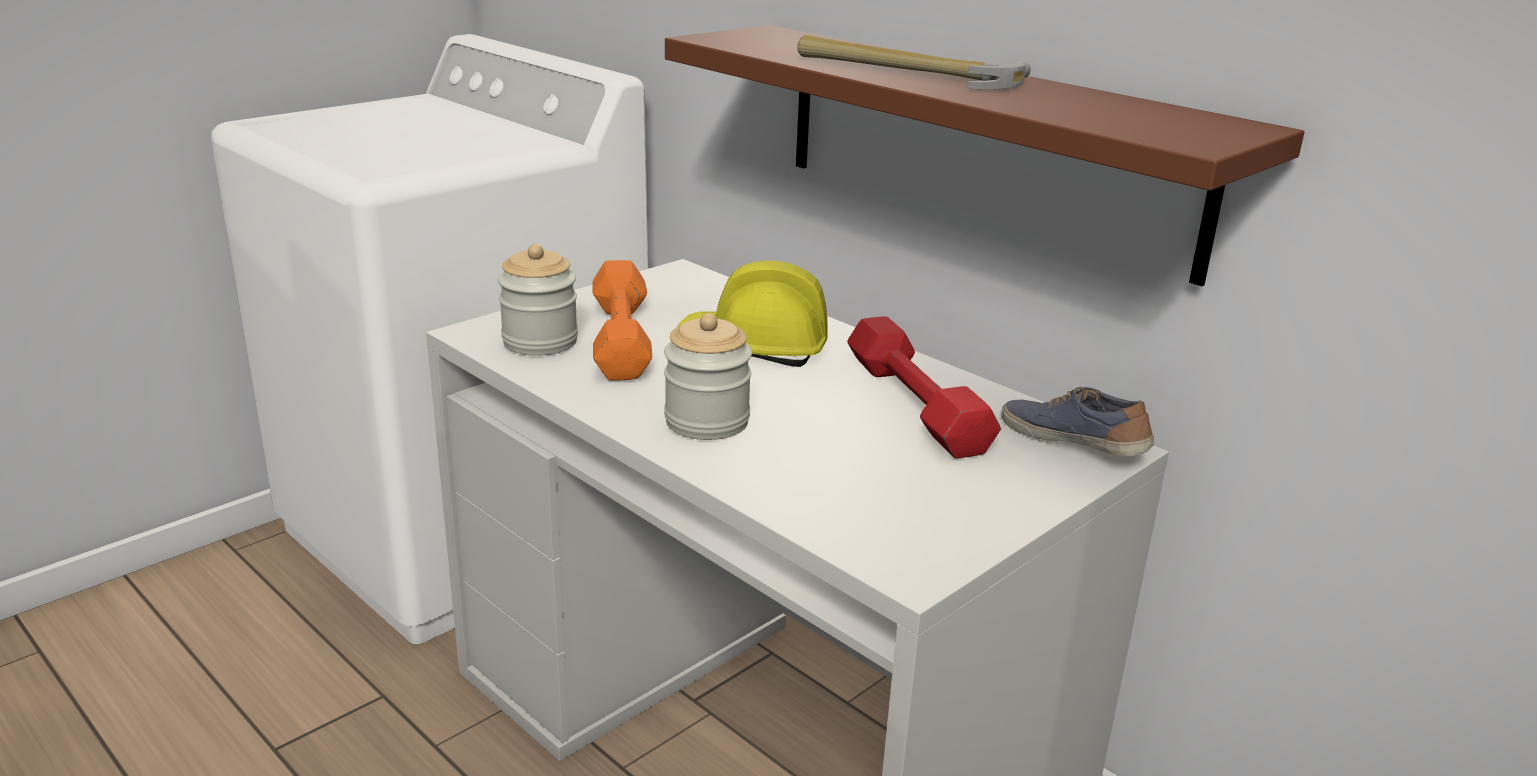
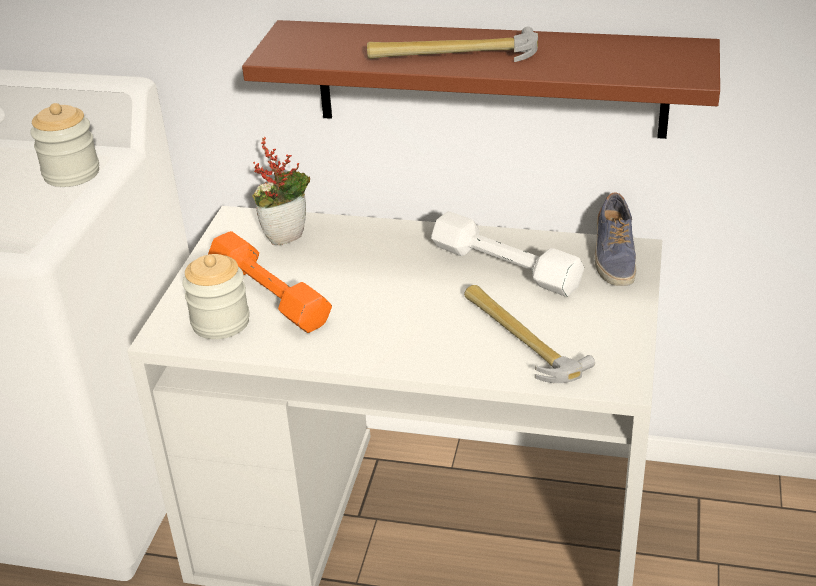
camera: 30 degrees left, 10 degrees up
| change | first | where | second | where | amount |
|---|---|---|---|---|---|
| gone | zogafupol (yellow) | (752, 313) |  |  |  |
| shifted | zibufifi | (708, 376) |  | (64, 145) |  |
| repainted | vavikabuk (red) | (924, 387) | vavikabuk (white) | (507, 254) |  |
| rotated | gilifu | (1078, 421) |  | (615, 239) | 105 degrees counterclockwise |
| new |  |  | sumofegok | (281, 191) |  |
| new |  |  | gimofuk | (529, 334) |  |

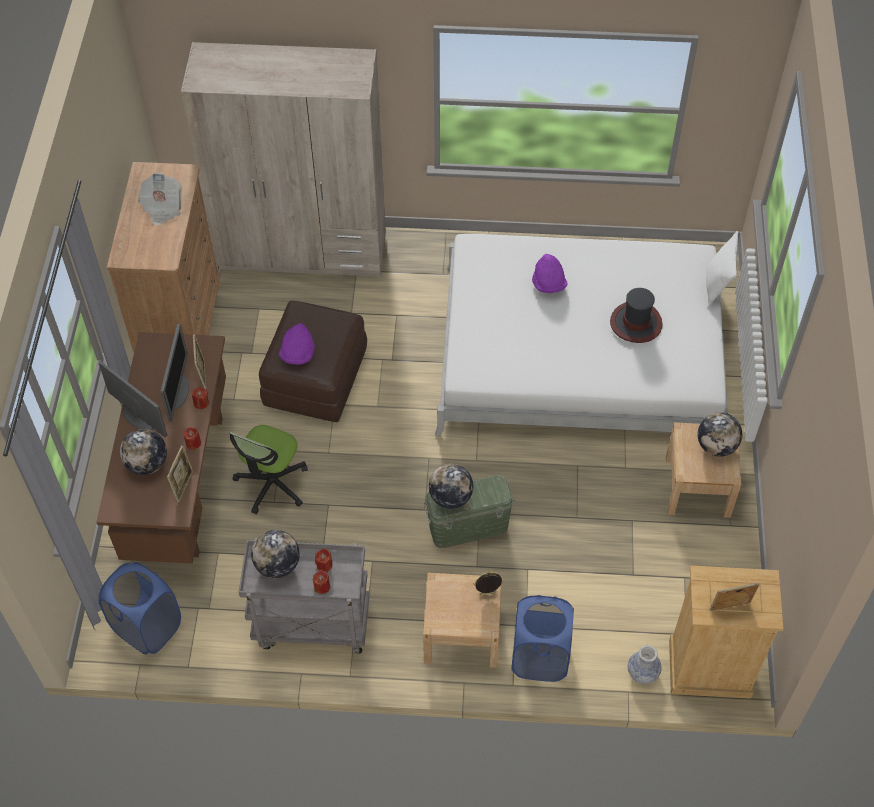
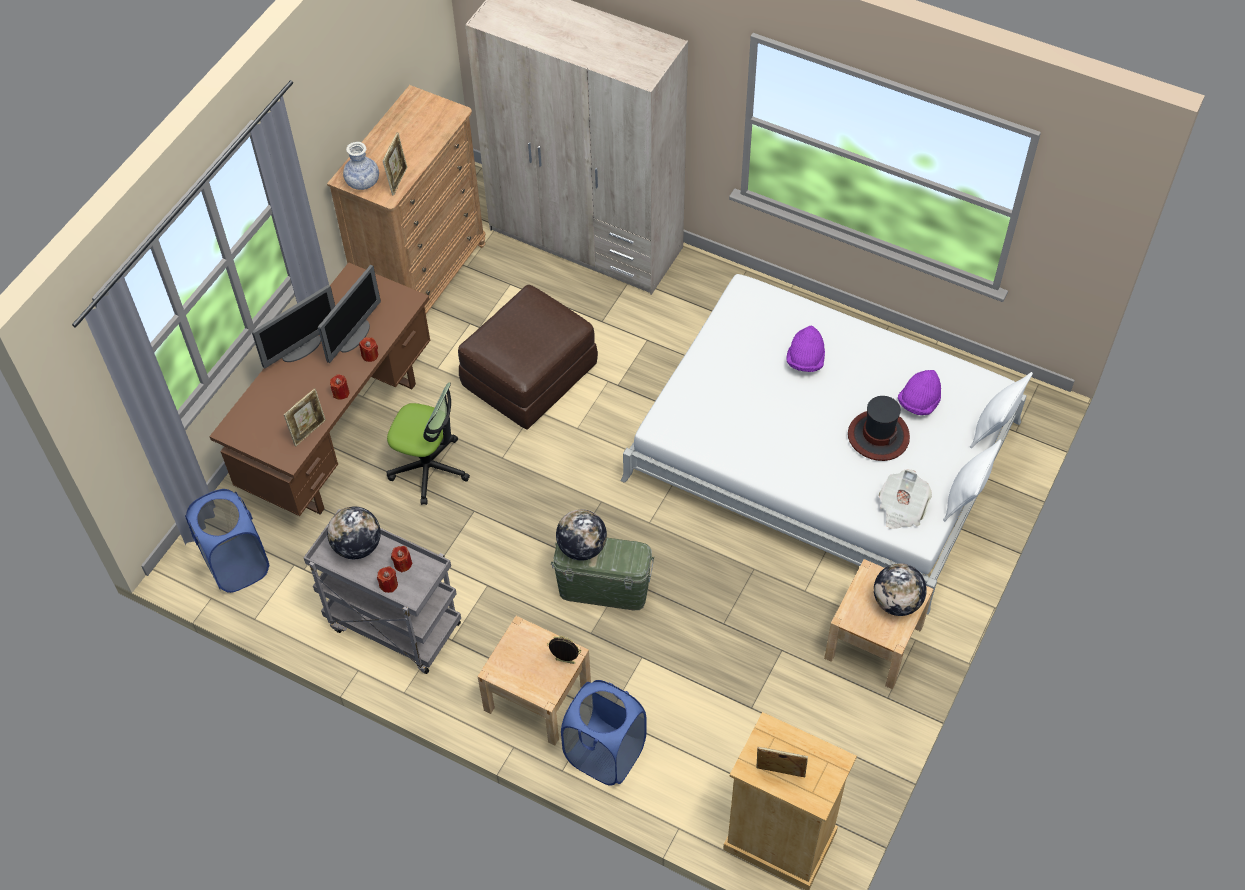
camera: 25 degrees right, 0 degrees up
| change | first | where | second | where | amount |
|---|---|---|---|---|---|
| shifted | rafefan | (160, 198) |  | (905, 499) |  |
| shifted | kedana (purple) | (297, 344) |  | (919, 392) |  |
| shifted | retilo | (199, 361) |  | (395, 164) |  |
| rotated | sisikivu | (133, 399) |  | (293, 327) | 75 degrees clockwise |
| rotated | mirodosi | (268, 469) |  | (428, 444) | 120 degrees counterclockwise |
| gone | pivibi | (143, 452) |  |  |  |
| shifted | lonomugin | (645, 664) |  | (361, 166) |  |
| new |  |  | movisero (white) | (972, 480) |  |

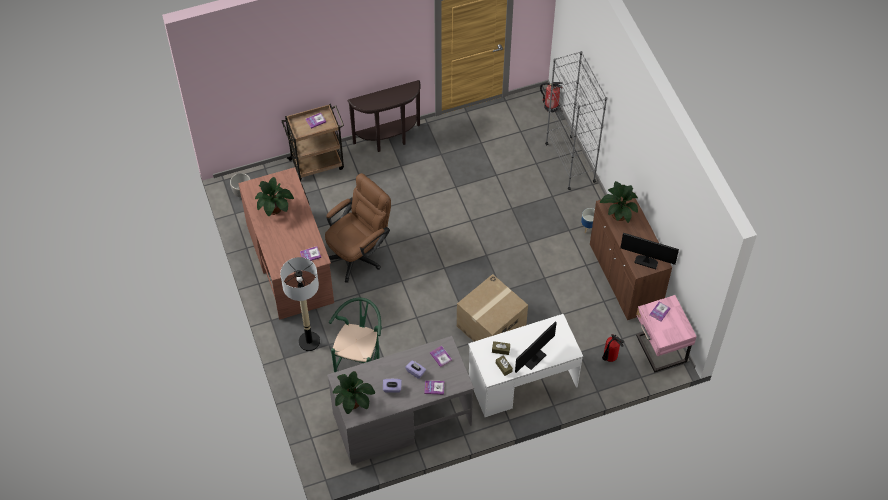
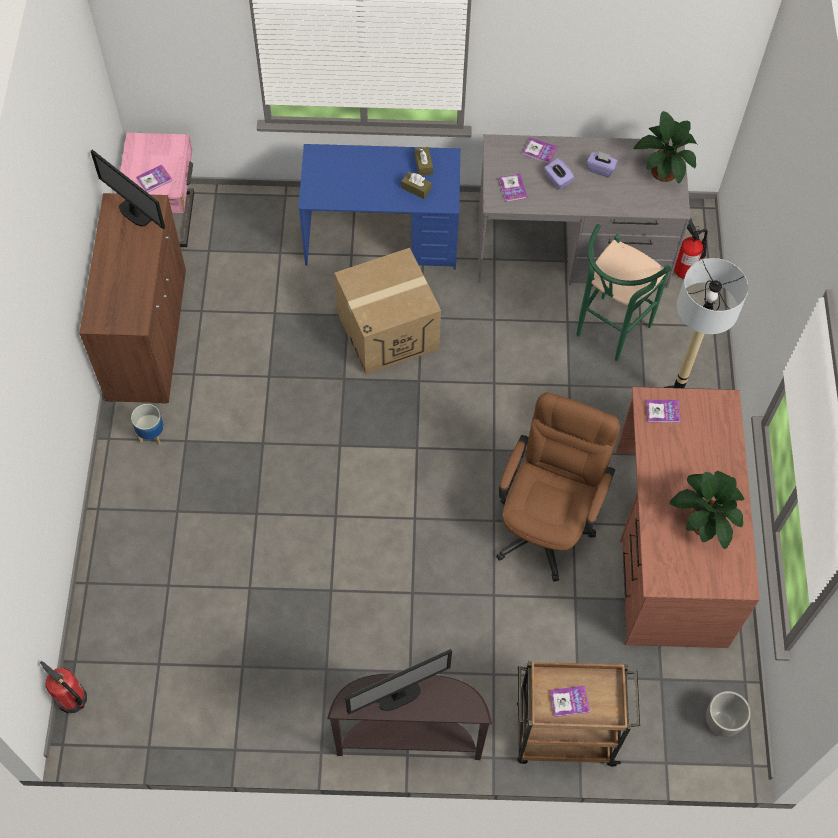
camera: 160 degrees left, 5 degrees up
| change | first | where | second | where | amount |
|---|---|---|---|---|---|
| gone | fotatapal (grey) | (576, 120) |  |  |  |
| rotated | mirodosi (brown) | (358, 228) |  | (558, 487) | 135 degrees clockwise |
| gone | sumofegok | (619, 202) |  |  |  |
| repainted | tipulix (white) | (525, 365) | tipulix (blue) | (379, 207) |  |
| shifted | sisikivu | (536, 347) |  | (398, 682) |  |
| shifted | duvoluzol | (613, 348) |  | (691, 249) |  |

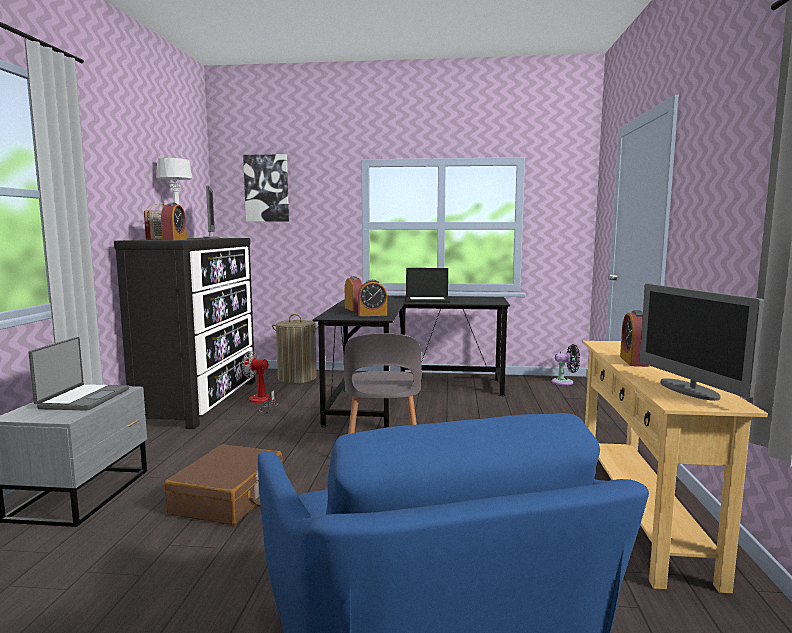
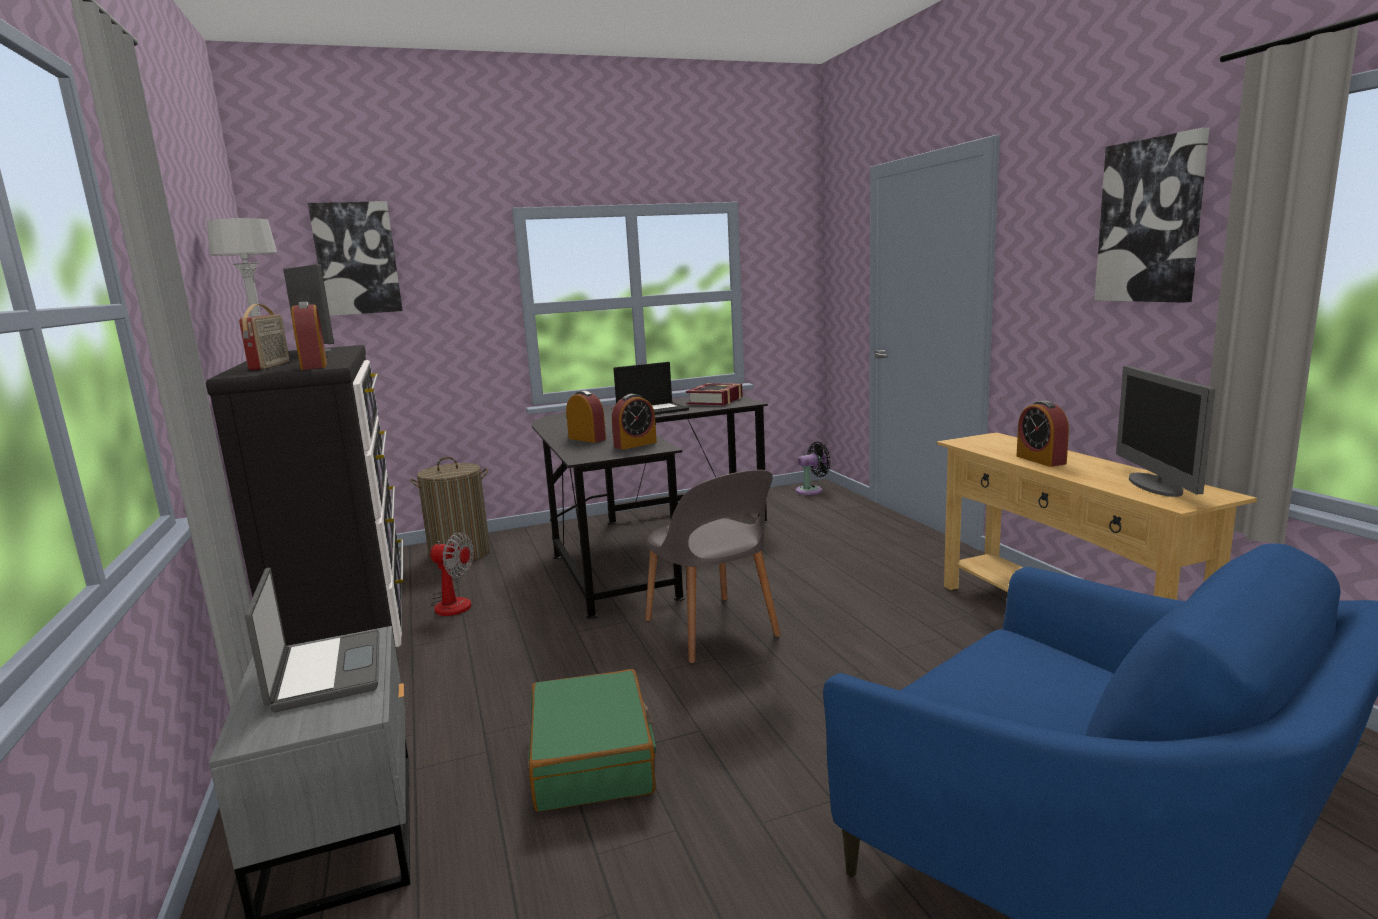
camera: 25 degrees left, 5 degrees up
| change | first | where | second | where | amount |
|---|---|---|---|---|---|
| rotated | sisikivu | (701, 342) |  | (1165, 431) | 45 degrees clockwise |
| rotated | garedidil | (260, 382) |  | (452, 574) | 150 degrees counterclockwise |
| repainted | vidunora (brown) | (223, 484) | vidunora (green) | (592, 740) |  |
| new |  |  | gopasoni | (1152, 215) |  |
| new |  |  | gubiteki | (714, 394) |  |

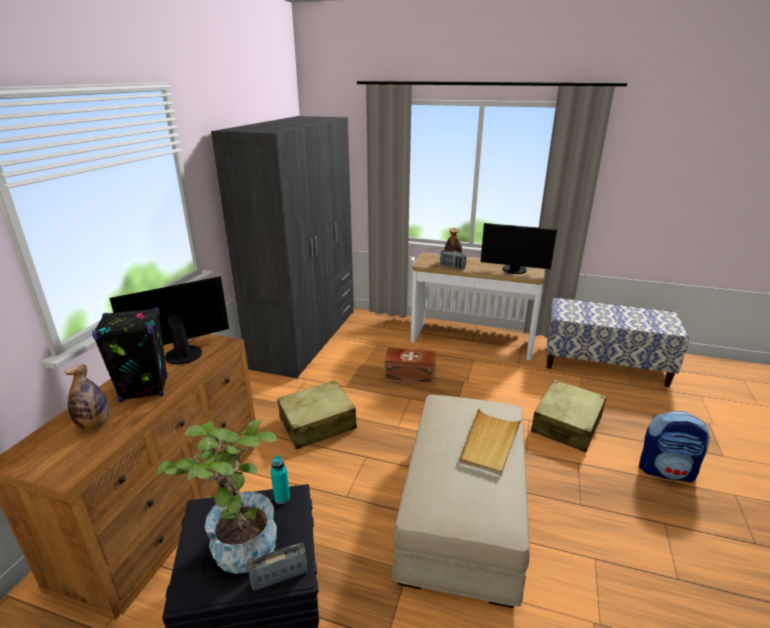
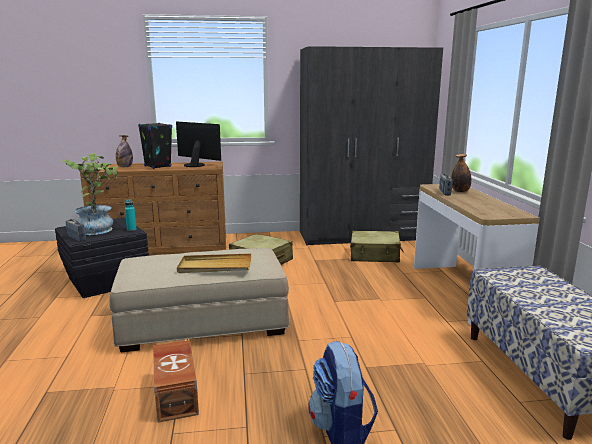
camera: 65 degrees right, 10 degrees down
| change | first | where | second | where | amount |
|---|---|---|---|---|---|
| gone | sisikivu | (519, 248) |  |  |  |
| shifted | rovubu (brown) | (410, 366) |  | (176, 381) |  |
| shifted | vidunora (beige) | (569, 415) |  | (377, 246) |  |

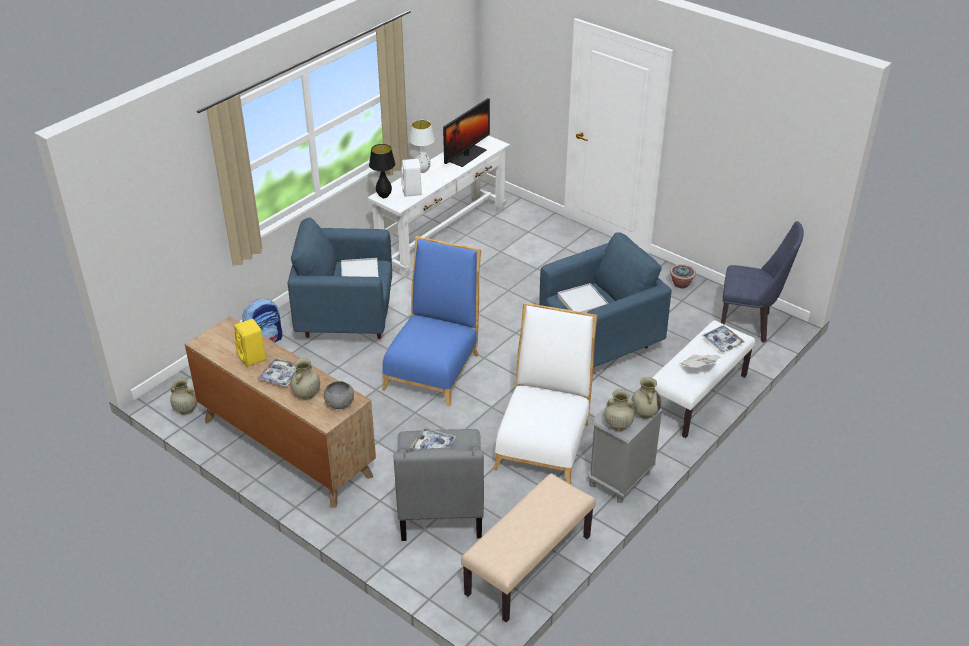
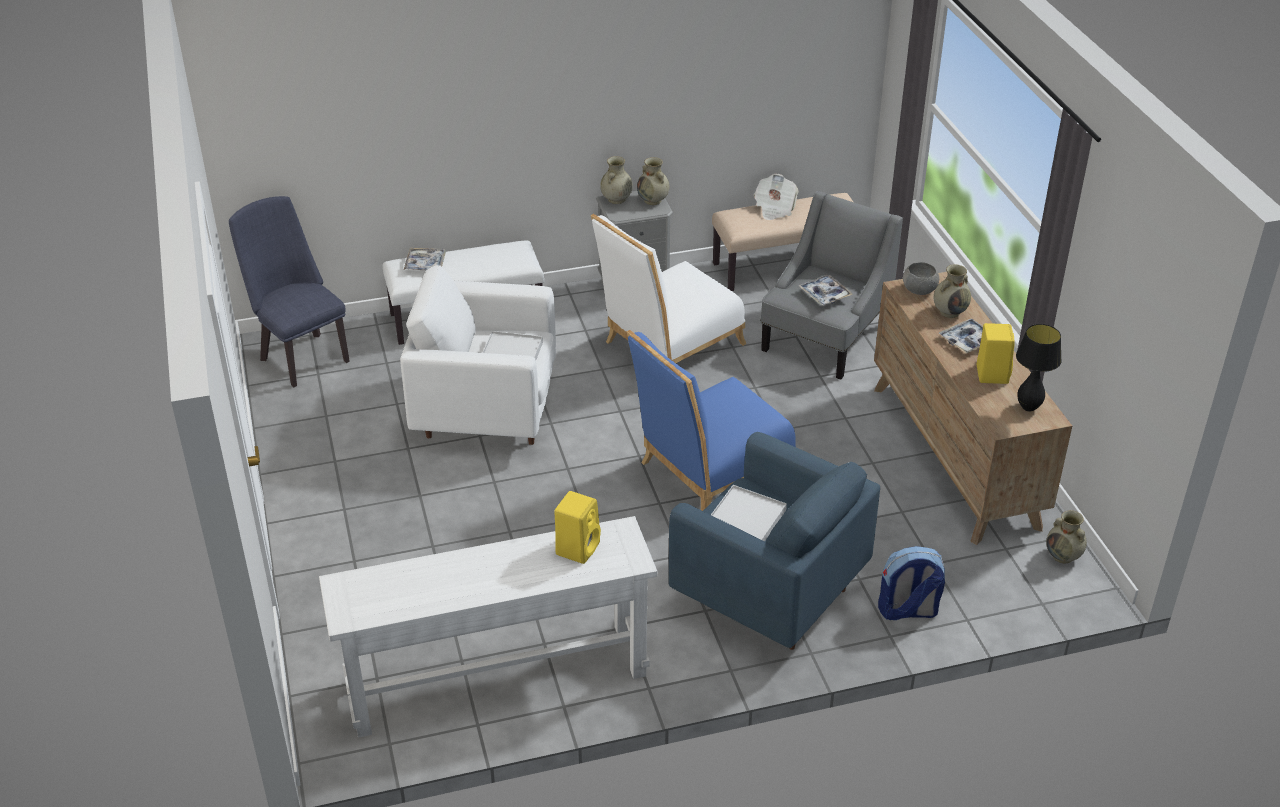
camera: 145 degrees left, 0 degrees up
| change | first | where | second | where | amount |
|---|---|---|---|---|---|
| gone | sisikivu | (466, 132) |  |  |  |
| gone | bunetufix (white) | (422, 146) |  |  |  |
| shifted | bunetufix (black) | (382, 171) |  | (1039, 367) |  |
| repainted | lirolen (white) | (411, 178) | lirolen (yellow) | (577, 527) |  |
| repainted | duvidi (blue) | (605, 299) | duvidi (white) | (478, 355) |  |
| gone | sumofegok | (683, 276) |  |  |  |
| shifted | rafefan | (701, 361) |  | (776, 197) |  |

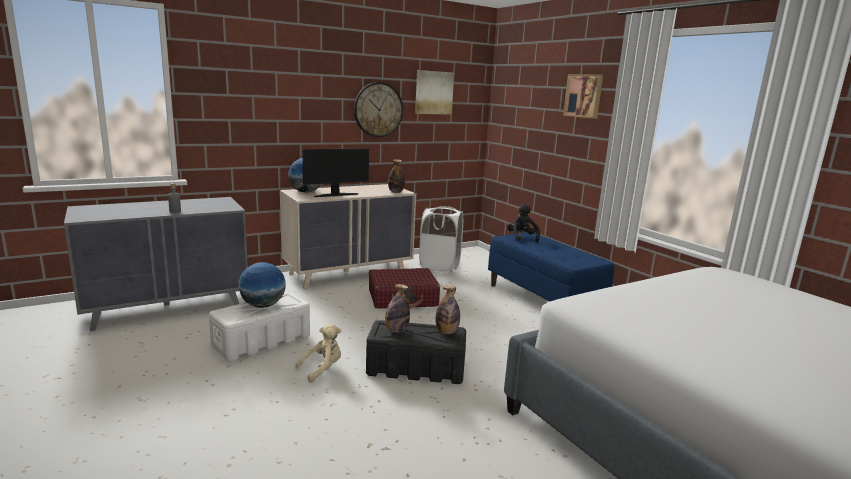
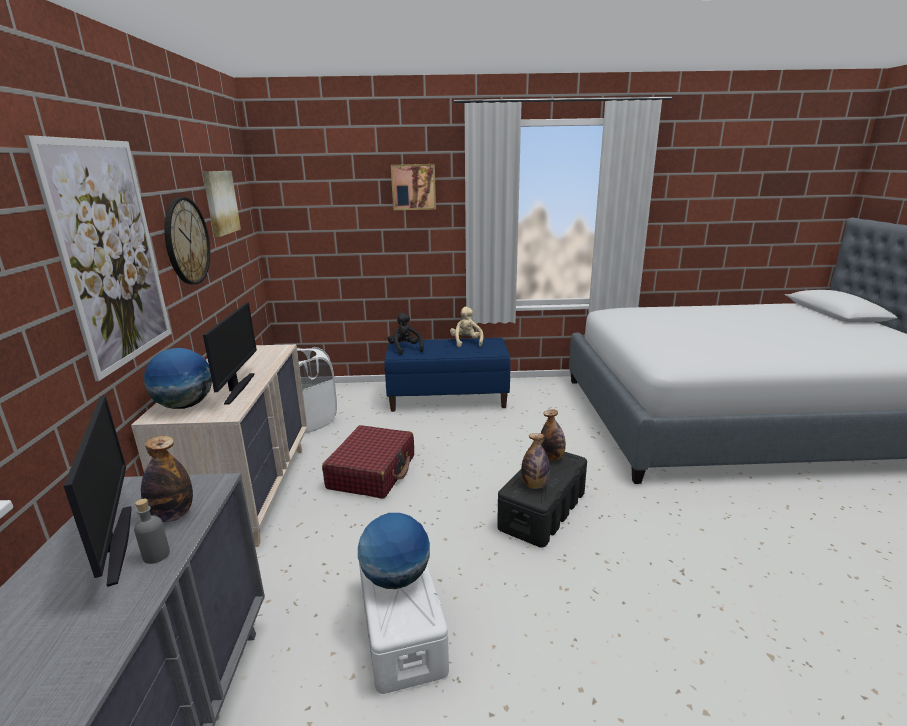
camera: 60 degrees left, 5 degrees up
| change | first | where | second | where | amount |
|---|---|---|---|---|---|
| shifted | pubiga | (396, 176) |  | (167, 479) |  |
| rotated | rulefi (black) | (523, 223) |  | (406, 333) | 45 degrees clockwise |
| shifted | rulefi (beige) | (318, 353) |  | (466, 327) |  |
| new |  |  | gopasoni | (97, 258) |  |
| new |  |  | sisikivu | (98, 491) |  |

